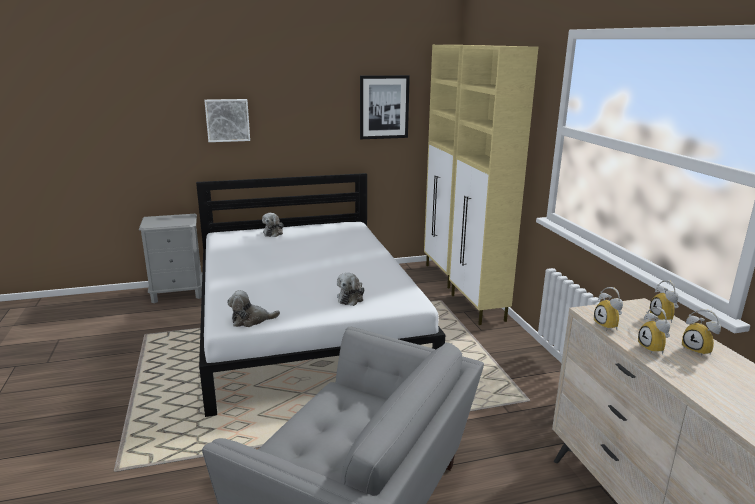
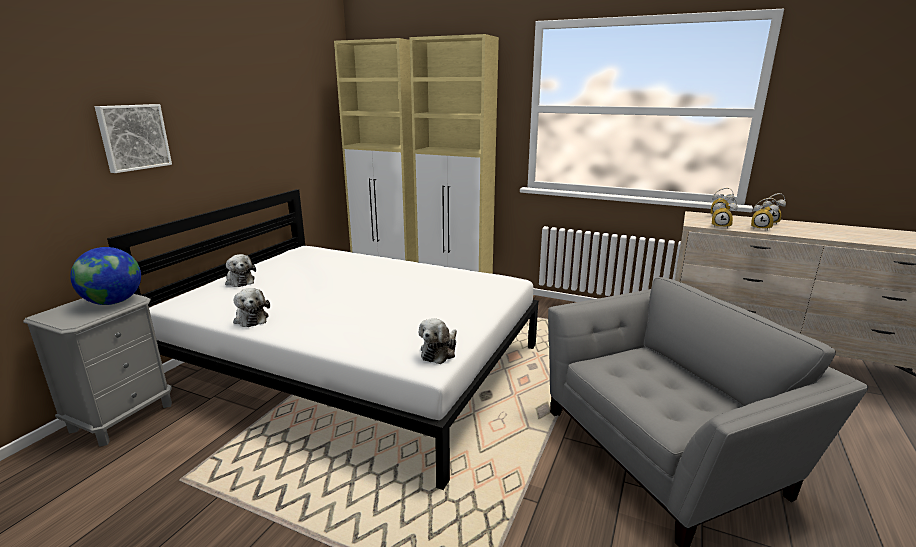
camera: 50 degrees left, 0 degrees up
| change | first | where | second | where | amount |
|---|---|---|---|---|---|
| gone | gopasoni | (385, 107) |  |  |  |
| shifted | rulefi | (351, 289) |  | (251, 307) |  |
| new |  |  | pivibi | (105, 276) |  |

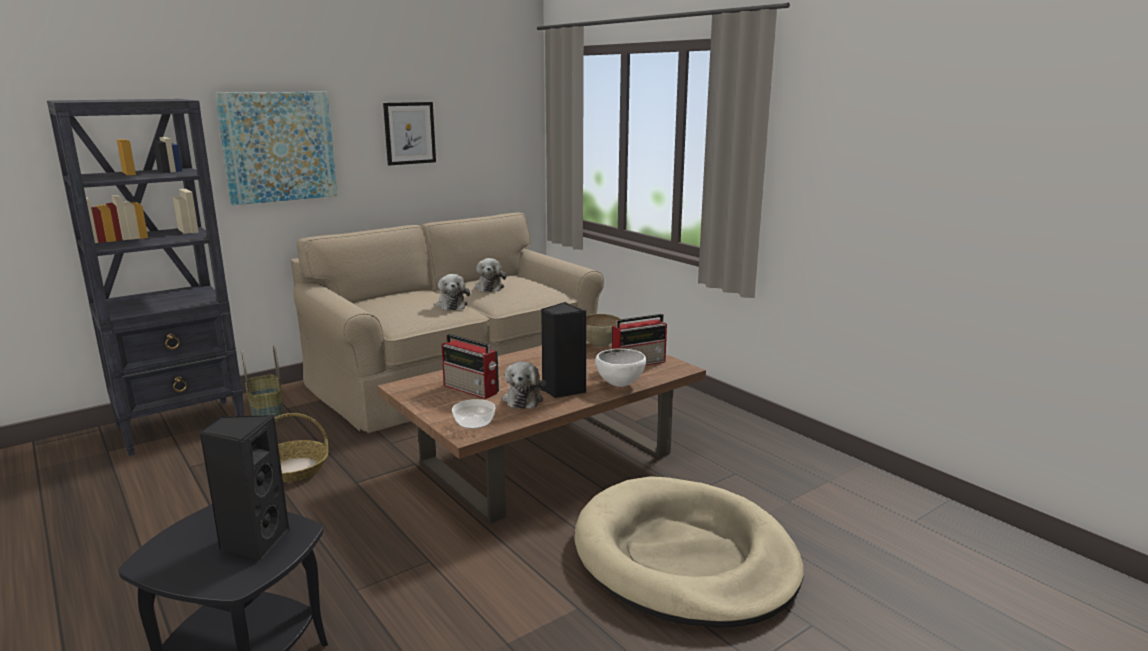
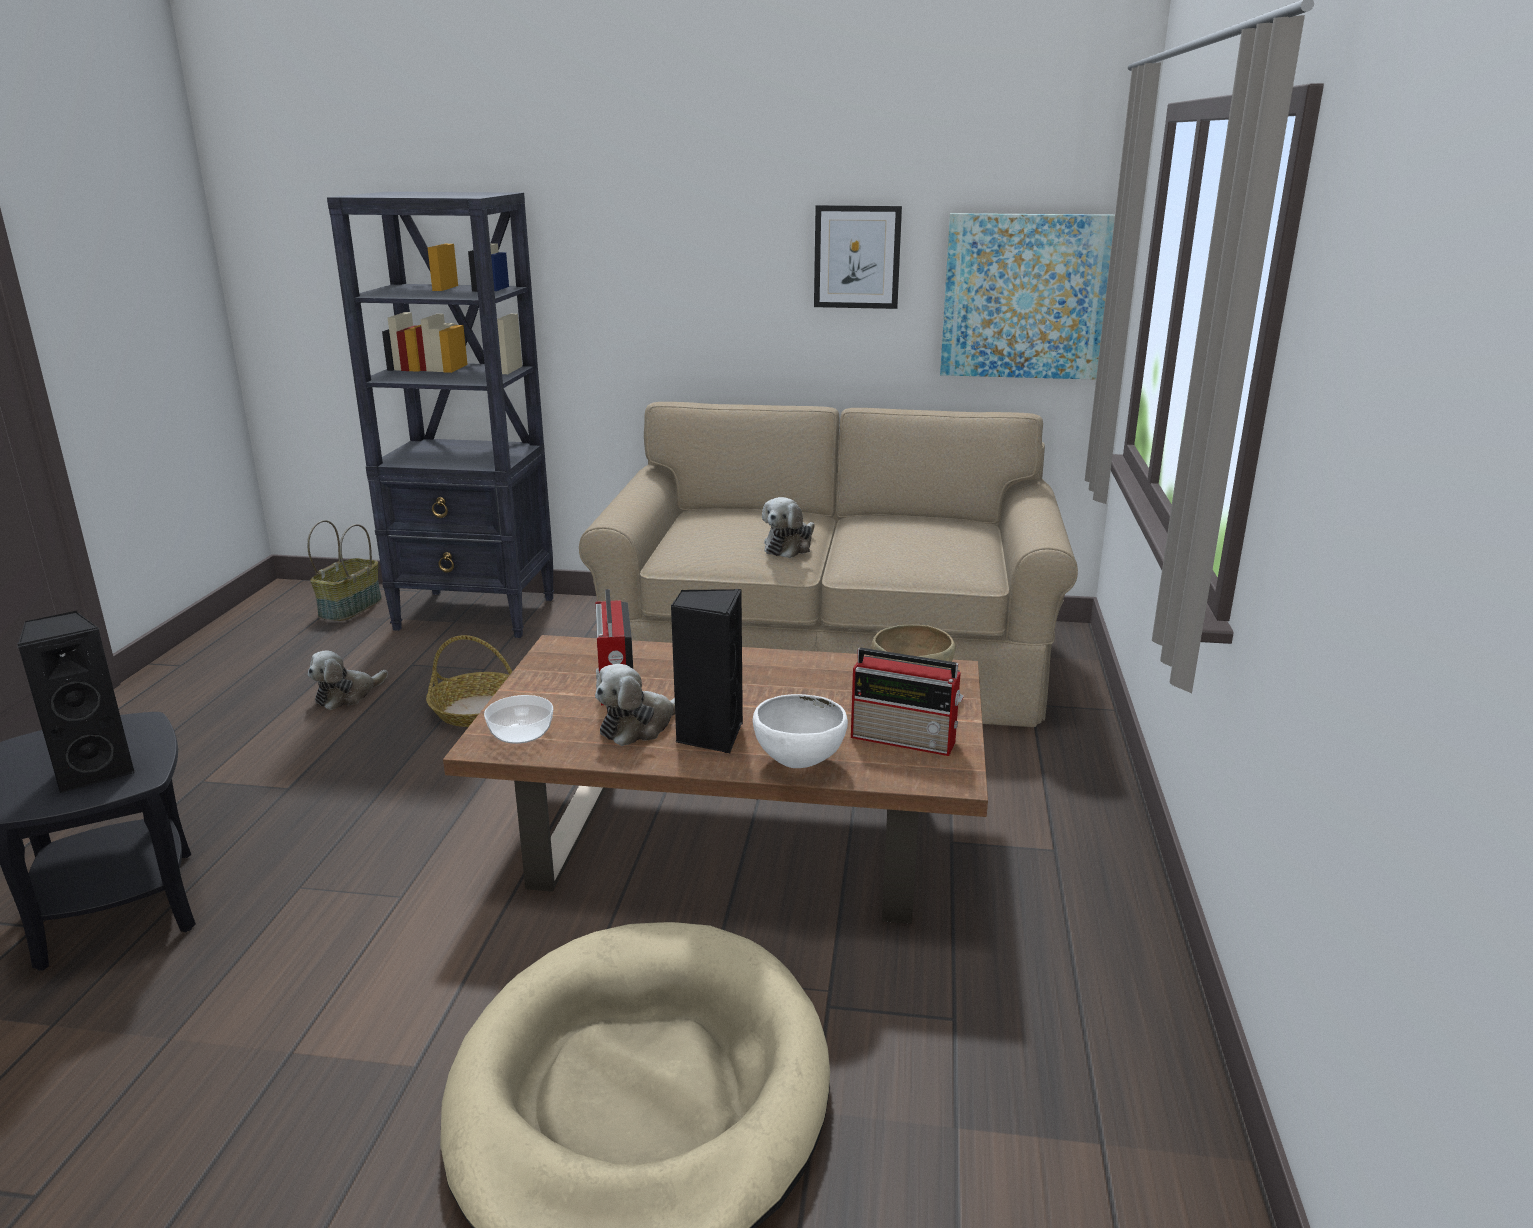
camera: 45 degrees right, 5 degrees up
| change | first | where | second | where | amount |
|---|---|---|---|---|---|
| shifted | gopasoni | (276, 148) |  | (1027, 296) |  |
| shifted | rulefi | (490, 275) |  | (348, 680) |  |
| shifted | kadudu | (262, 384) |  | (344, 570) |  |

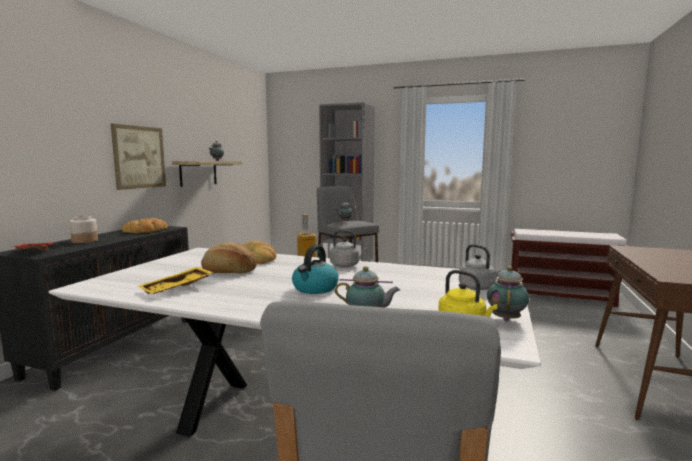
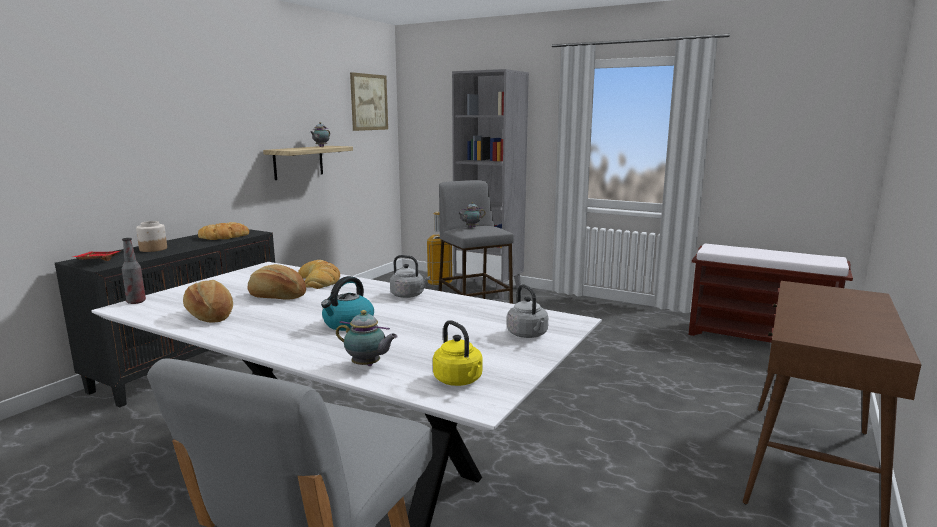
camera: 10 degrees right, 5 degrees up
| change | first | where | second | where | amount |
|---|---|---|---|---|---|
| shifted | gopasoni | (138, 156) |  | (369, 101) |  |
| gone | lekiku | (508, 293) |  |  |  |
| swapped | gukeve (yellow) | (176, 280) | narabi | (208, 301) |  |
| new |  |  | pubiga | (134, 271) |  |

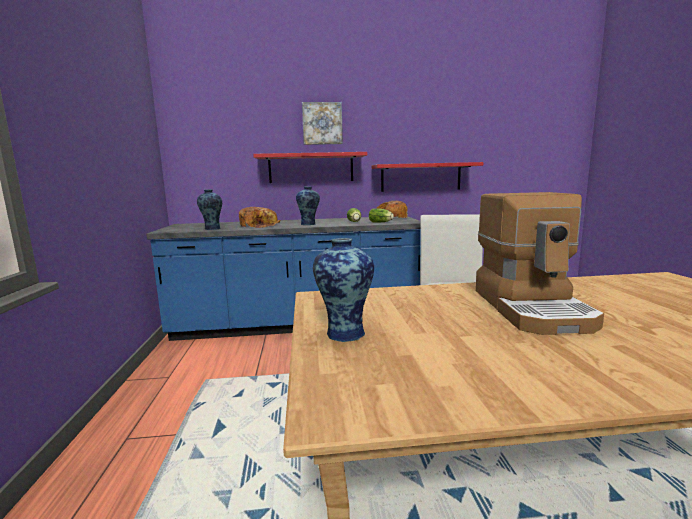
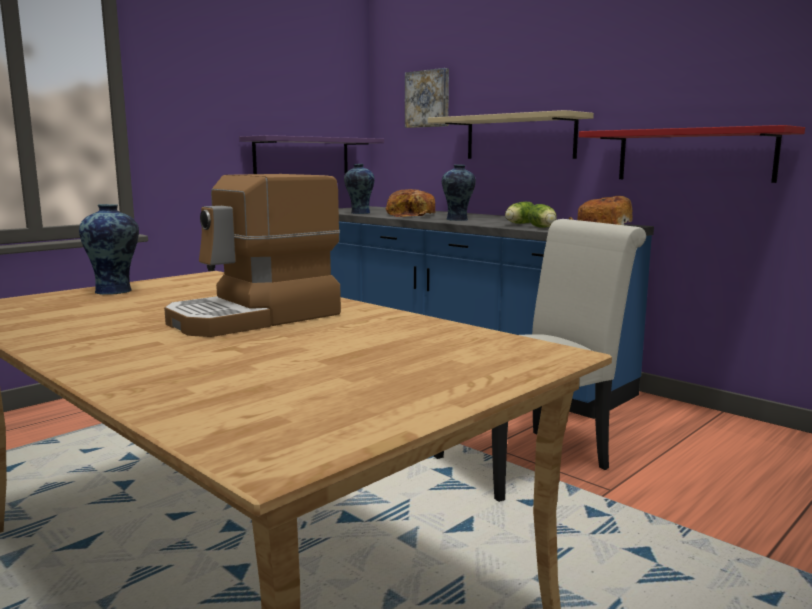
camera: 50 degrees right, 0 degrees up
| change | first | where | second | where | amount |
|---|---|---|---|---|---|
| shifted | gopasoni | (322, 123) |  | (427, 98) |  |
| repainted | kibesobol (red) | (310, 167) | kibesobol (beige) | (511, 134) |  |
| new |  |  | kibesobol (purple) | (311, 154) |  |

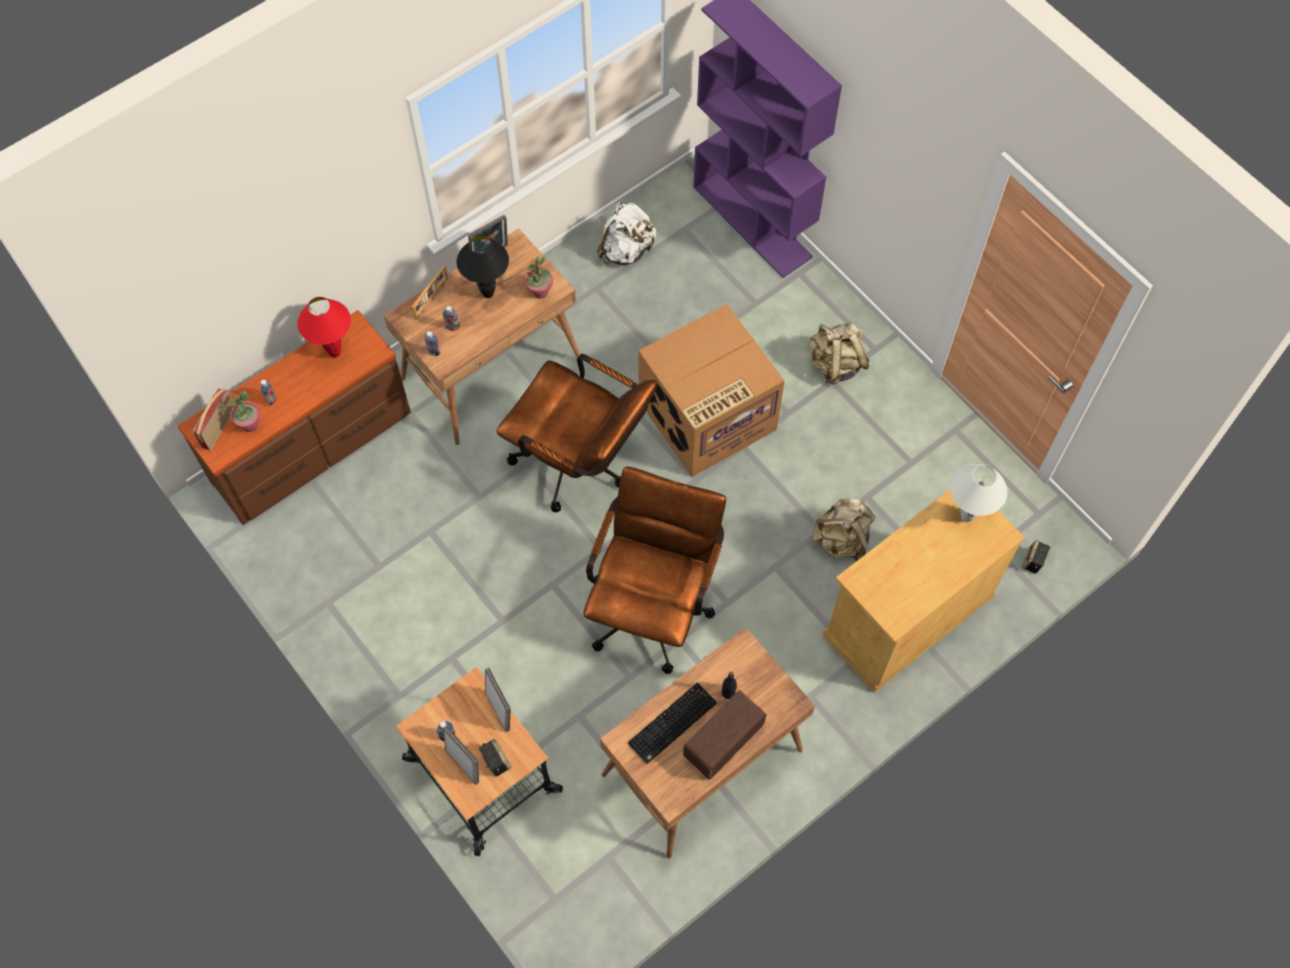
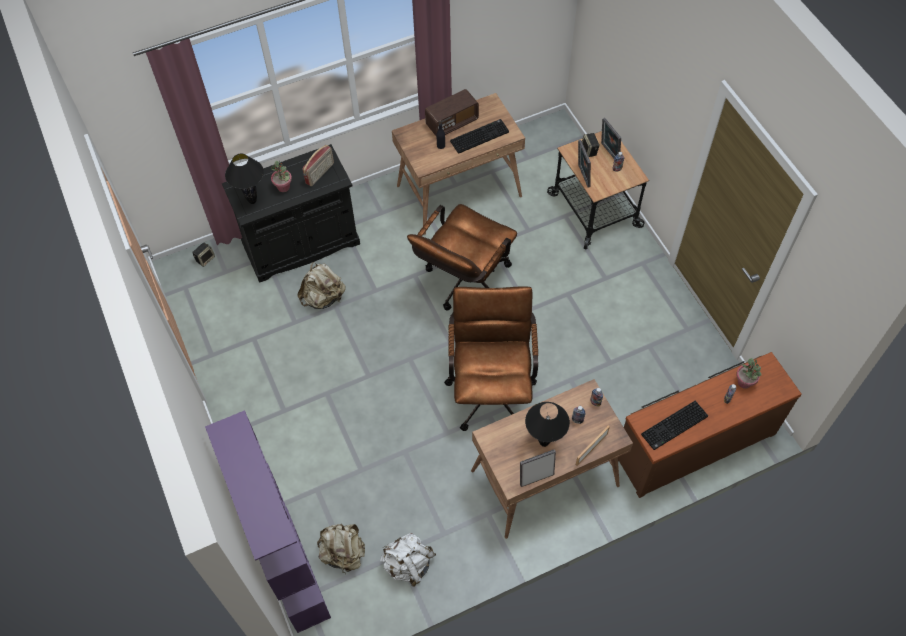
camera: 165 degrees left, 5 degrees down
| change | first | where | second | where | amount |
|---|---|---|---|---|---|
| shifted | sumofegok | (538, 277) |  | (281, 176) |  |
| swapped | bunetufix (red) | (324, 327) | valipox | (674, 425) |  |
| gone | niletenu | (711, 390) |  |  |  |
| shifted | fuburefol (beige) | (839, 353) |  | (341, 548) |  |
| rotated | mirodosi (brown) | (577, 433) |  | (491, 358) | 45 degrees clockwise |
| shifted | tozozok | (213, 419) |  | (318, 165) |  |
| repainted | bunetufix (white) | (978, 493) | bunetufix (black) | (244, 179) |  |
| repainted | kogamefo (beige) | (924, 591) | kogamefo (black) | (291, 213) |  |

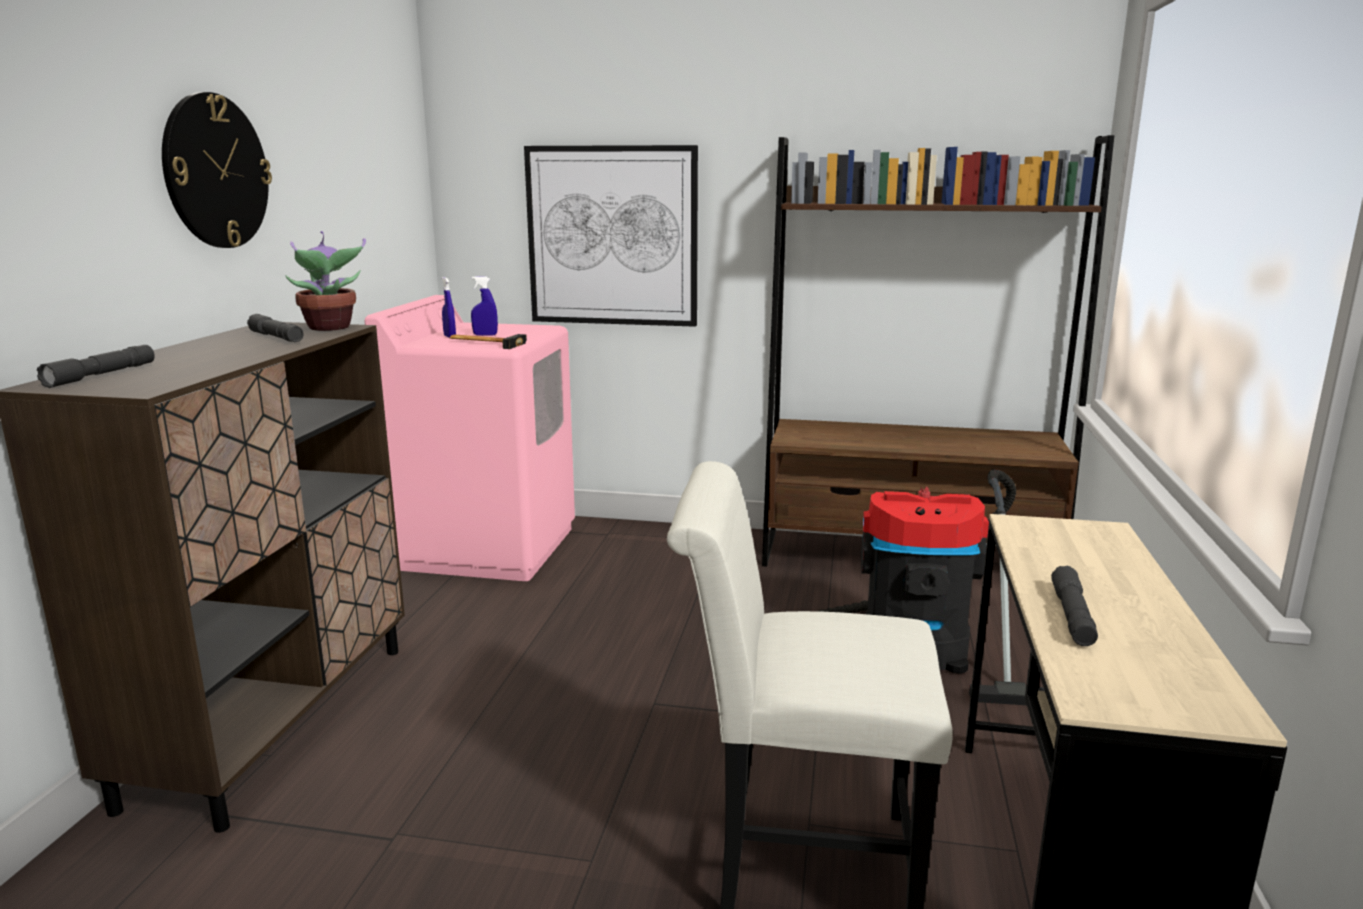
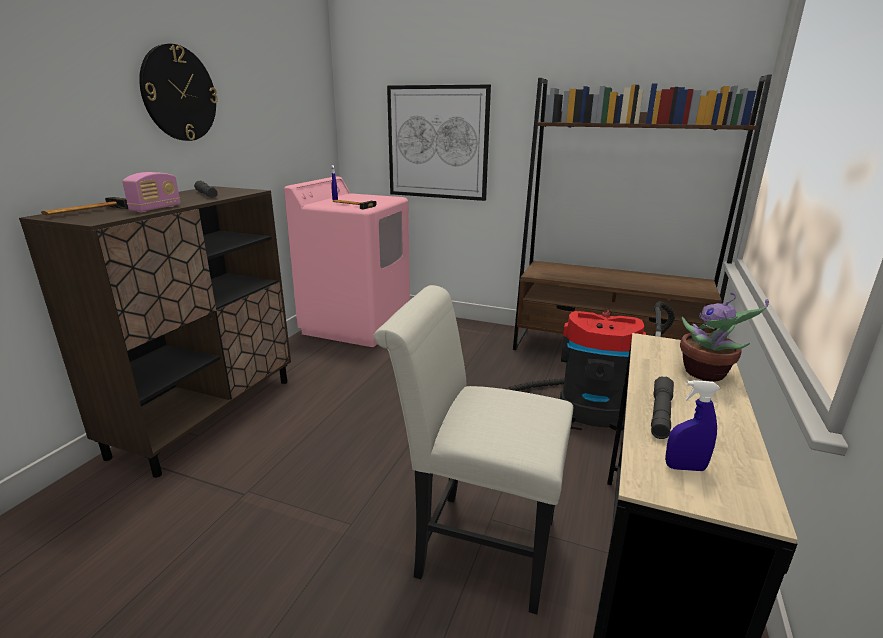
camera: 10 degrees right, 5 degrees up
| change | first | where | second | where | amount |
|---|---|---|---|---|---|
| shifted | sumofegok | (325, 281) |  | (724, 337) |  |
| shifted | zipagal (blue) | (484, 306) |  | (693, 425) |  |
| swapped | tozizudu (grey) | (96, 366) | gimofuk | (84, 206) |  |
| new |  |  | tozozok | (151, 192) |  |

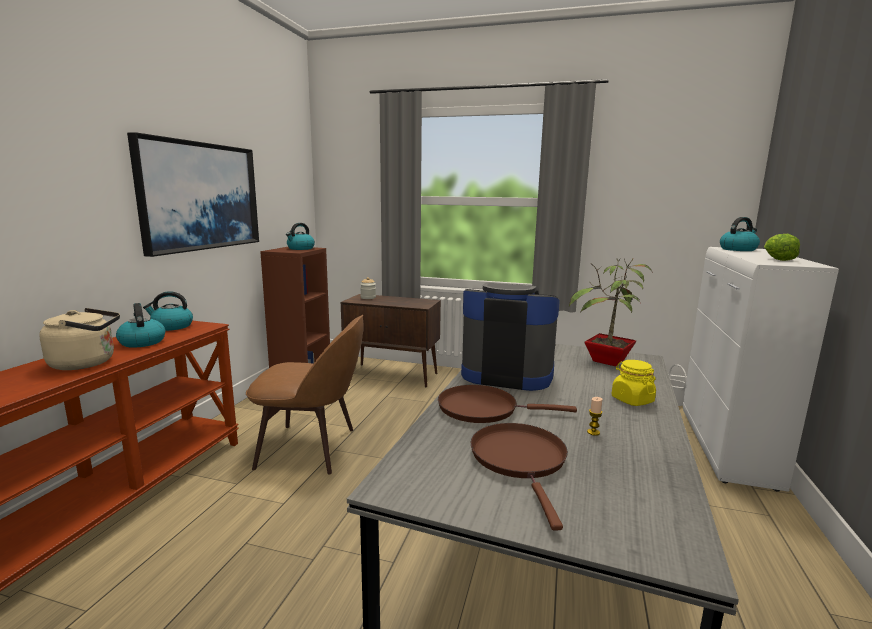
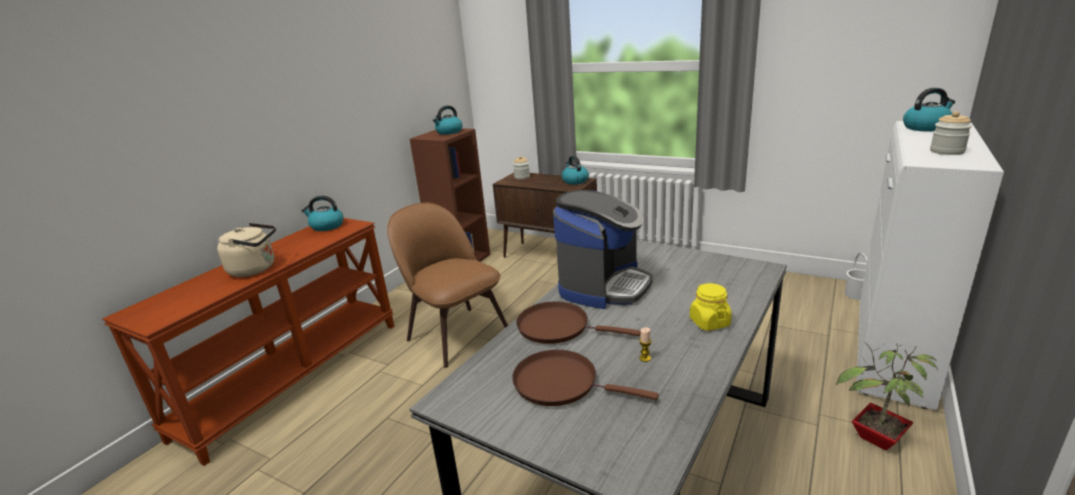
camera: 15 degrees right, 10 degrees up
| change | first | where | second | where | amount |
|---|---|---|---|---|---|
| gone | gopasoni | (193, 194) |  |  |  |
| swapped | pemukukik | (782, 247) | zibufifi | (951, 133) |  |
| shifted | sumofegok | (611, 311) |  | (887, 396) |  |
| rotated | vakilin | (510, 337) |  | (603, 249) | 90 degrees clockwise |
| shifted | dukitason | (140, 325) |  | (575, 170) |  |
| rotated | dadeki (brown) | (304, 394) |  | (447, 285) | 150 degrees counterclockwise |
| rotated | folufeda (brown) | (519, 477) |  | (585, 378) | 75 degrees counterclockwise |

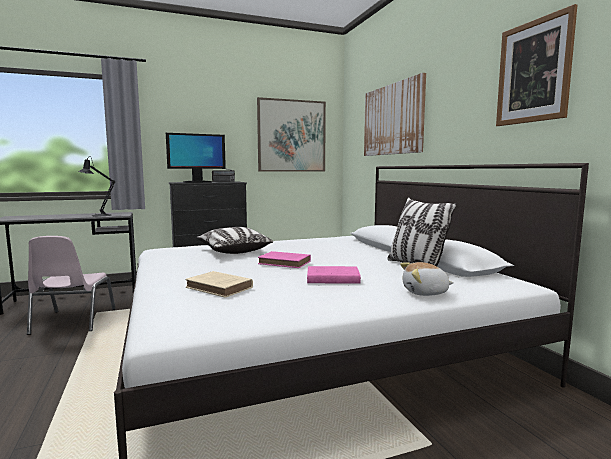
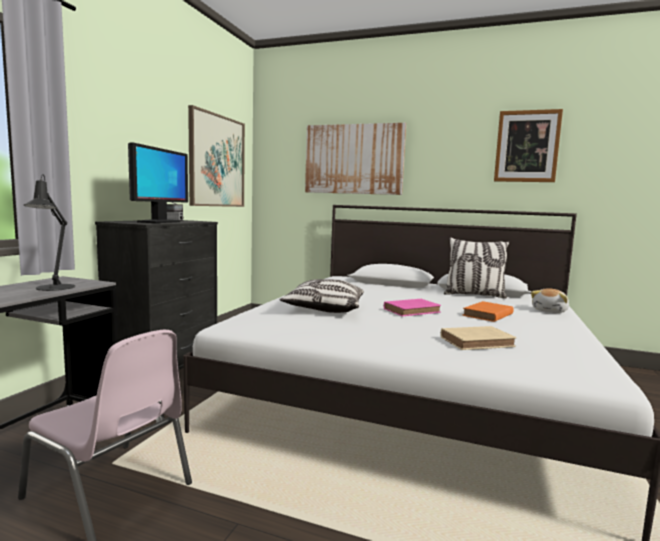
camera: 50 degrees left, 0 degrees up
| change | first | where | second | where | amount |
|---|---|---|---|---|---|
| repainted | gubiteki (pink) | (334, 275) | gubiteki (orange) | (488, 311) |  |

